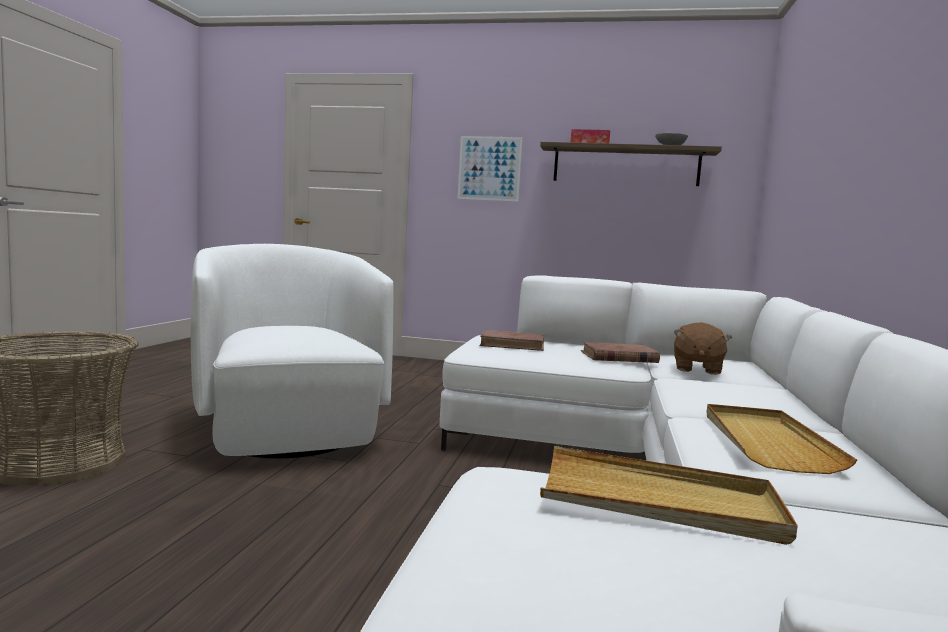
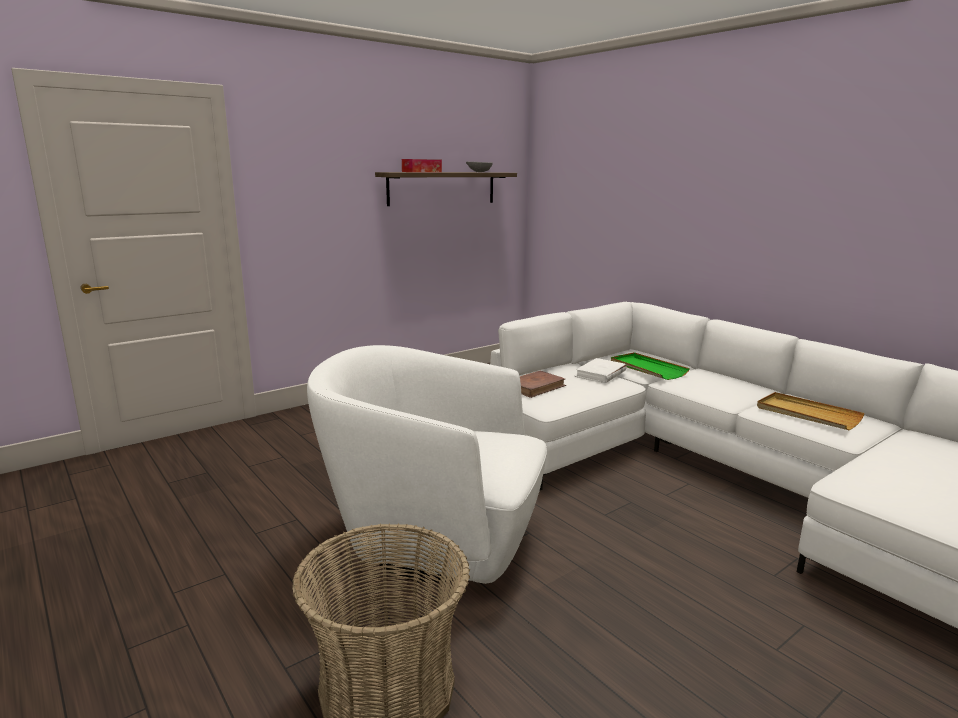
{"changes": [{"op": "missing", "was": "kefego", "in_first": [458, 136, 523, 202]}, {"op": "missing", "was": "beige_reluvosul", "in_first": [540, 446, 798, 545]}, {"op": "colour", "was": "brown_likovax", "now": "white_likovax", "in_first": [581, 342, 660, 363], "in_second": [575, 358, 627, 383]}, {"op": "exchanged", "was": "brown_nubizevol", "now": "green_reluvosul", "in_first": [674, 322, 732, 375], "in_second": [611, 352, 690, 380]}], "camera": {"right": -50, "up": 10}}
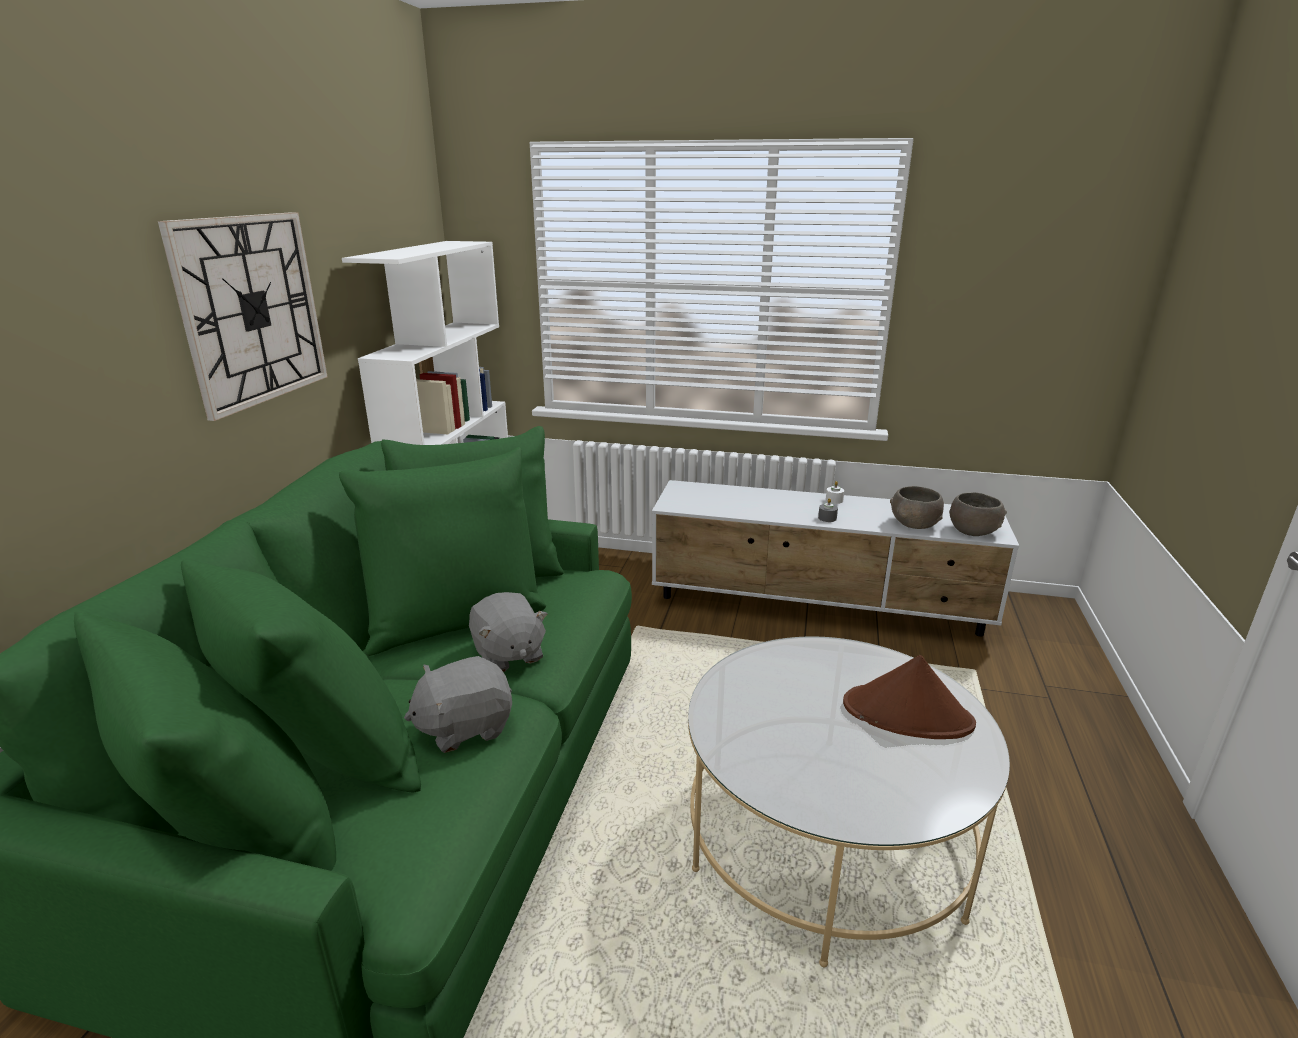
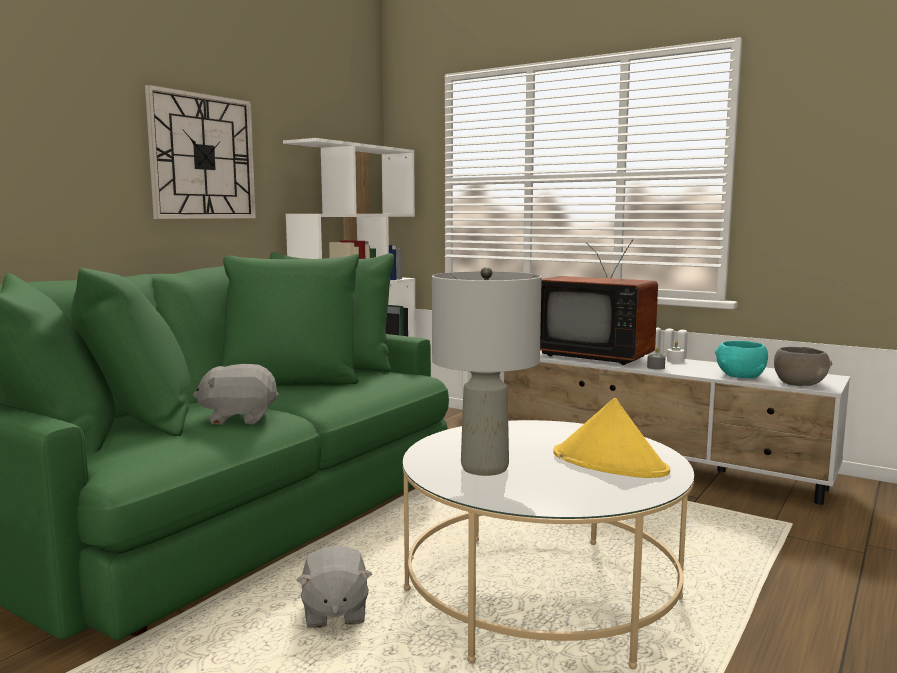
{"changes": [{"op": "relocated", "was": "grey_nubizevol", "in_first": [469, 592, 548, 672], "in_second": [296, 545, 372, 628]}, {"op": "colour", "was": "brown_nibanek", "now": "yellow_nibanek", "in_first": [843, 655, 976, 739], "in_second": [553, 398, 670, 478]}, {"op": "colour", "was": "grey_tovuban", "now": "turquoise_tovuban", "in_first": [890, 486, 944, 529], "in_second": [715, 341, 768, 378]}, {"op": "appeared", "now": "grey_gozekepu", "in_second": [432, 267, 542, 476]}, {"op": "appeared", "now": "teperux", "in_second": [540, 239, 658, 365]}], "camera": {"right": 20, "up": -15}}
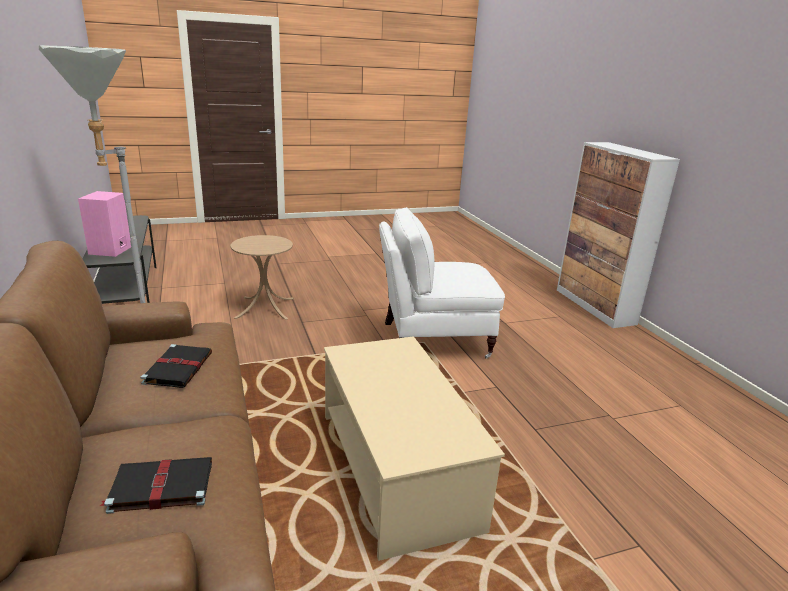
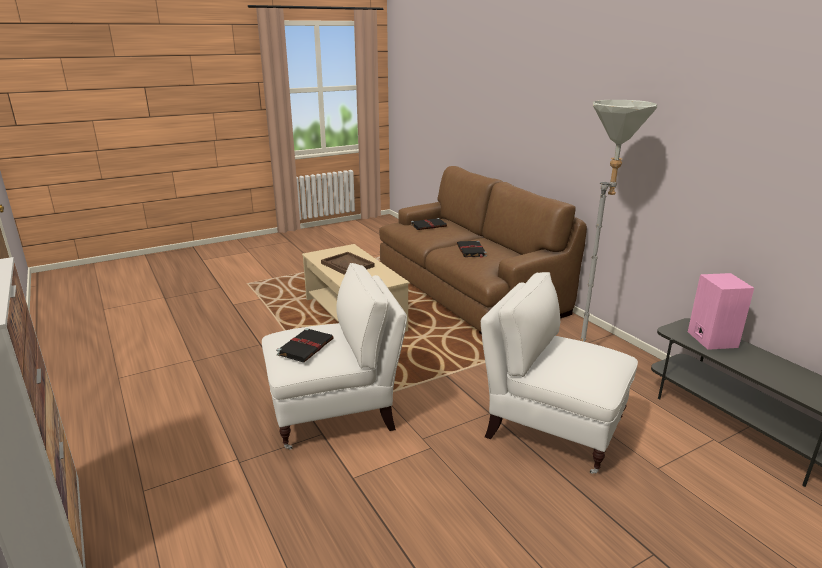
{"changes": [{"op": "exchanged", "was": "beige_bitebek", "now": "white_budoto", "in_first": [231, 235, 294, 320], "in_second": [481, 272, 638, 474]}, {"op": "appeared", "now": "black_likovax", "in_second": [276, 328, 334, 362]}, {"op": "appeared", "now": "brown_reluvosul", "in_second": [321, 252, 374, 275]}], "camera": {"right": 170, "up": 0}}
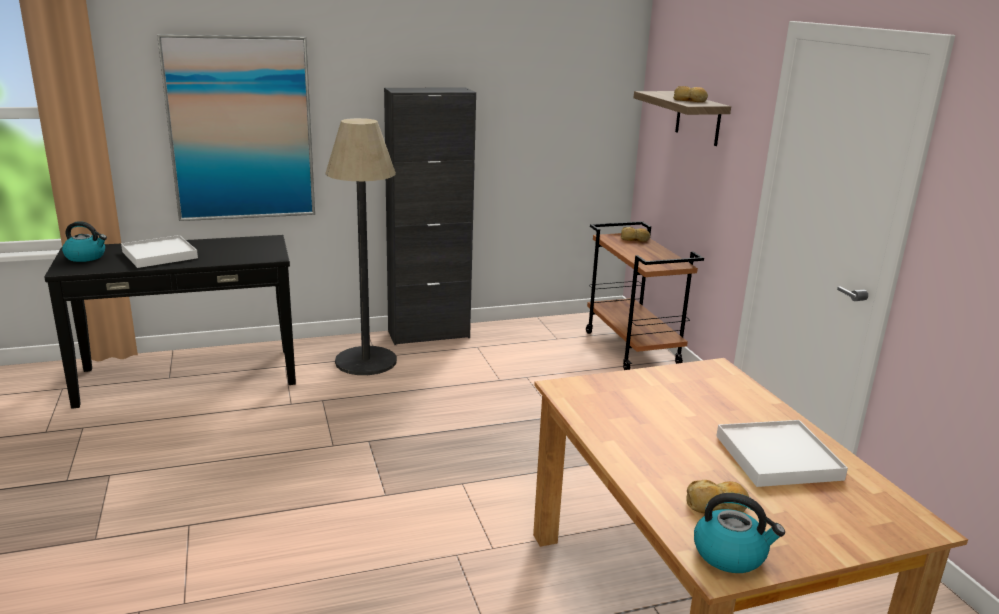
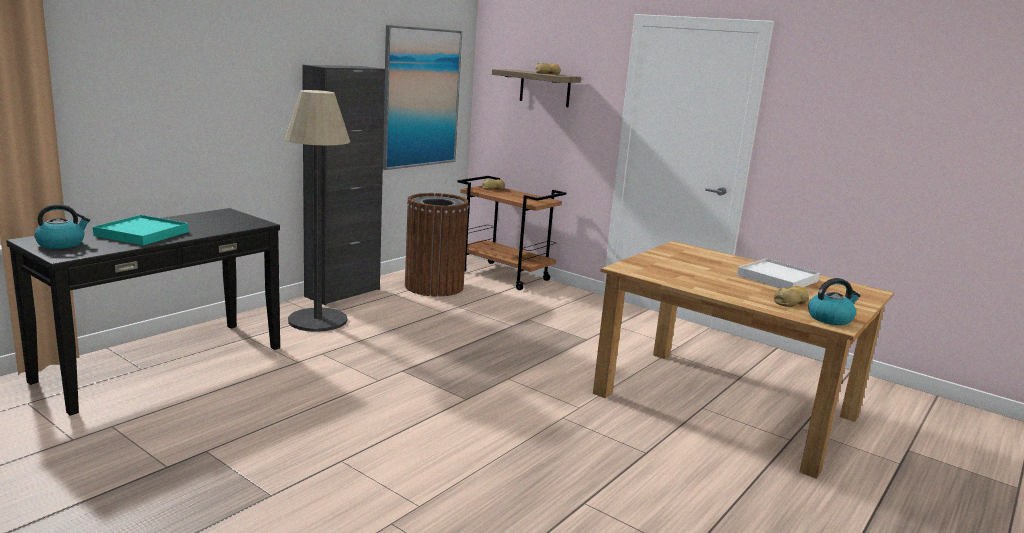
{"changes": [{"op": "colour", "was": "white_reluvosul", "now": "turquoise_reluvosul", "in_first": [121, 235, 198, 268], "in_second": [93, 215, 189, 245]}, {"op": "relocated", "was": "kefego", "in_first": [157, 34, 315, 221], "in_second": [383, 25, 462, 170]}, {"op": "appeared", "now": "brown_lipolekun", "in_second": [405, 193, 469, 297]}], "camera": {"right": -35, "up": -5}}
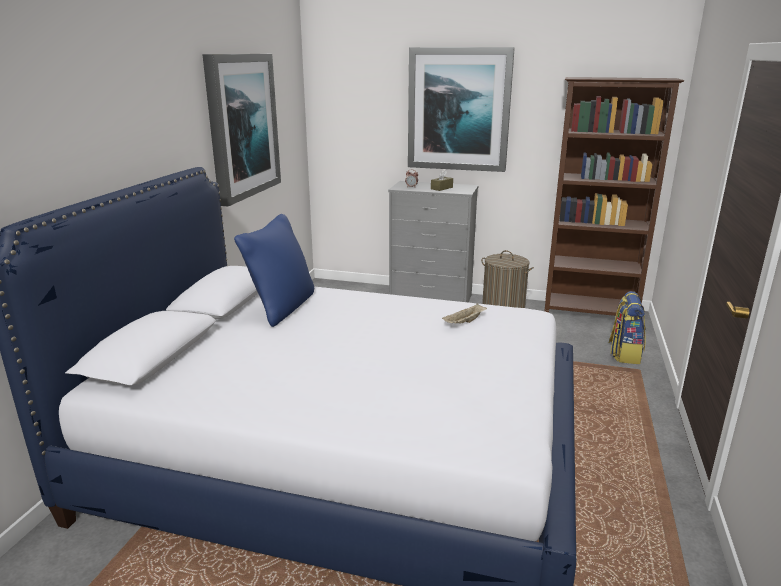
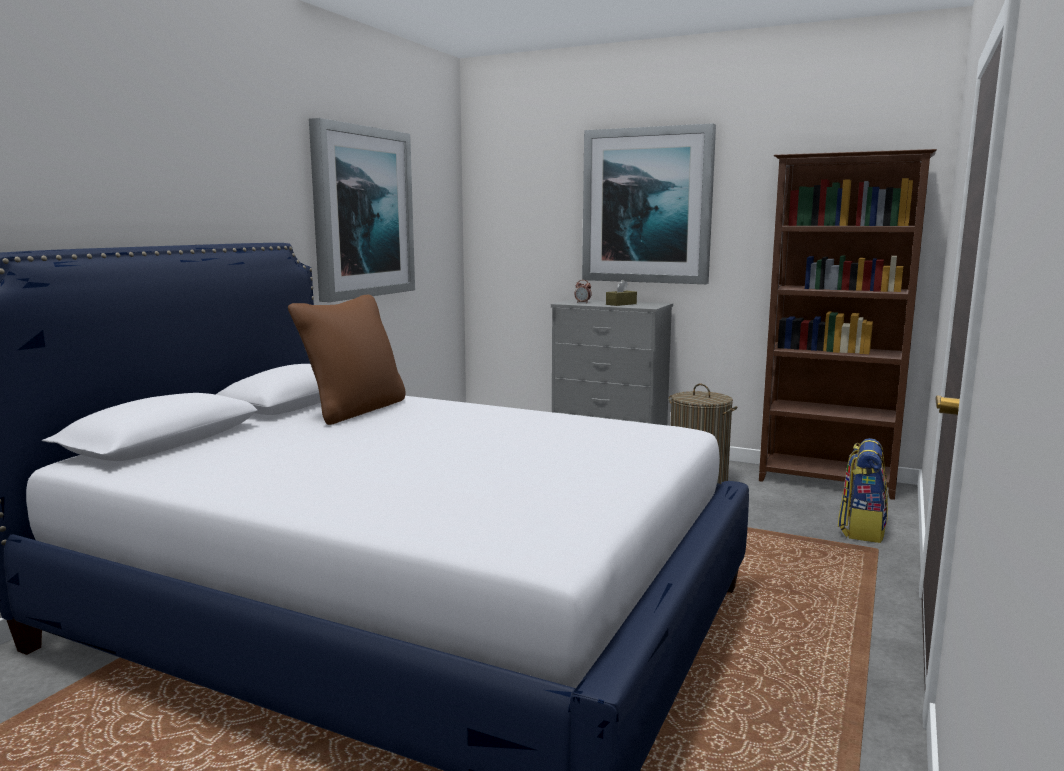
{"changes": [{"op": "colour", "was": "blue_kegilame", "now": "brown_kegilame", "in_first": [234, 214, 314, 327], "in_second": [288, 295, 406, 425]}, {"op": "missing", "was": "beige_reluvosul", "in_first": [442, 303, 487, 324]}], "camera": {"right": 10, "up": -10}}
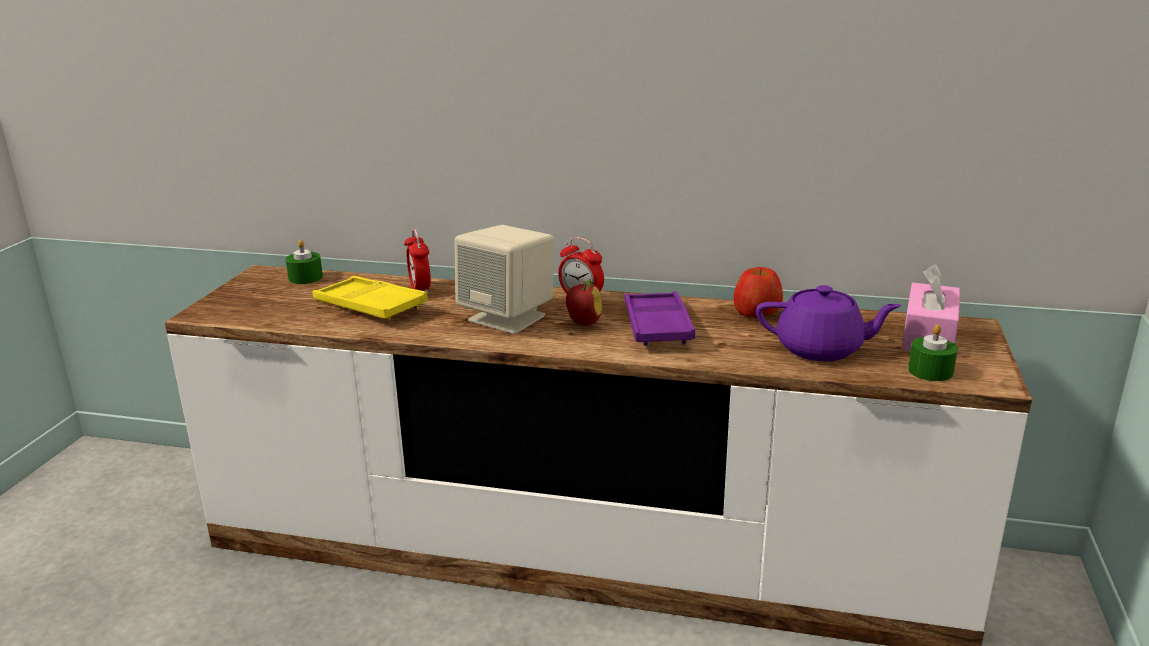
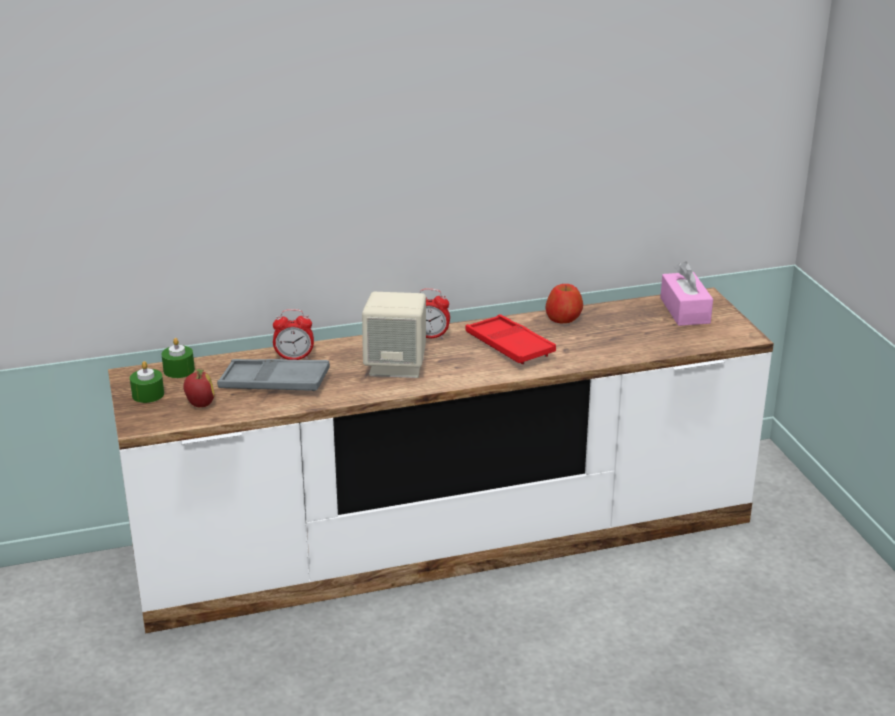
{"changes": [{"op": "colour", "was": "yellow_reluvosul", "now": "grey_reluvosul", "in_first": [312, 276, 428, 320], "in_second": [217, 359, 330, 391]}, {"op": "spun", "was": "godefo", "in_first": [404, 229, 431, 295], "in_second": [273, 309, 314, 360], "clockwise": -45}, {"op": "relocated", "was": "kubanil", "in_first": [566, 280, 602, 326], "in_second": [183, 369, 215, 407]}, {"op": "colour", "was": "purple_reluvosul", "now": "red_reluvosul", "in_first": [625, 291, 695, 346], "in_second": [465, 314, 556, 364]}, {"op": "missing", "was": "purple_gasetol", "in_first": [756, 285, 902, 361]}, {"op": "relocated", "was": "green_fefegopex", "in_first": [908, 324, 958, 381], "in_second": [130, 361, 164, 403]}], "camera": {"right": -30, "up": 5}}
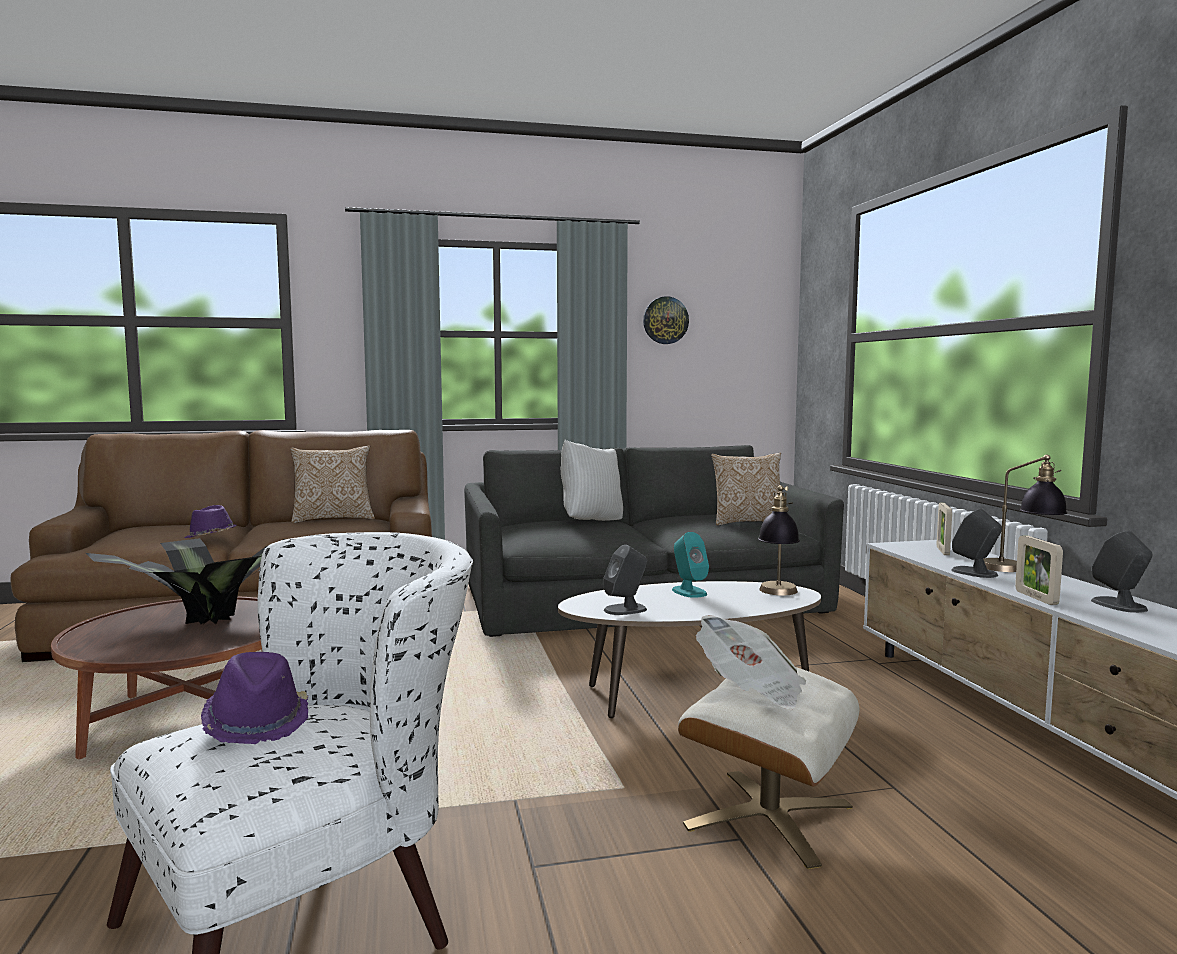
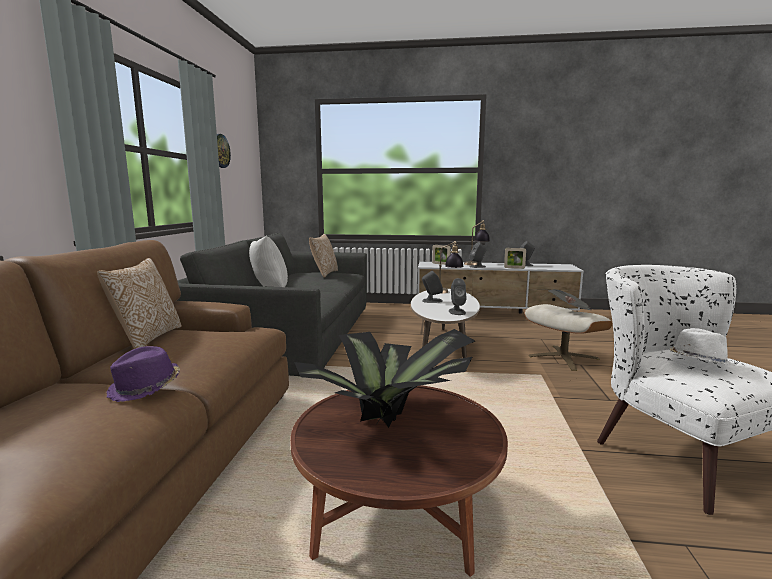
{"changes": [{"op": "colour", "was": "purple_nibanek", "now": "white_nibanek", "in_first": [201, 652, 308, 744], "in_second": [670, 328, 735, 366]}, {"op": "colour", "was": "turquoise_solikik", "now": "grey_solikik", "in_first": [672, 532, 709, 598], "in_second": [422, 271, 443, 303]}], "camera": {"right": -70, "up": 5}}
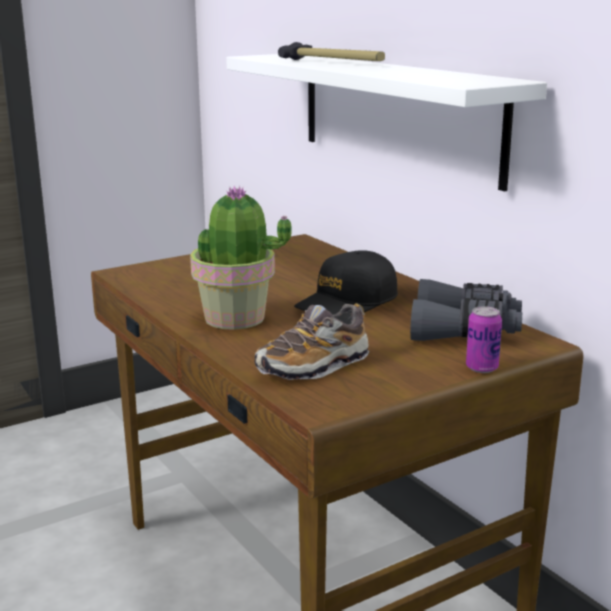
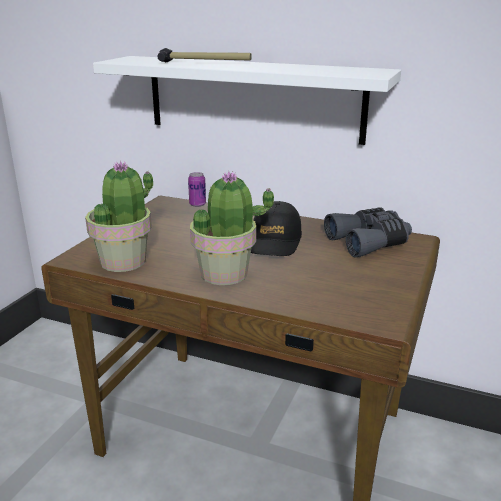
{"changes": [{"op": "missing", "was": "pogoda", "in_first": [255, 303, 369, 380]}, {"op": "relocated", "was": "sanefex", "in_first": [466, 306, 502, 373], "in_second": [188, 172, 206, 207]}, {"op": "appeared", "now": "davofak", "in_second": [85, 160, 153, 272]}], "camera": {"right": -35, "up": 5}}
